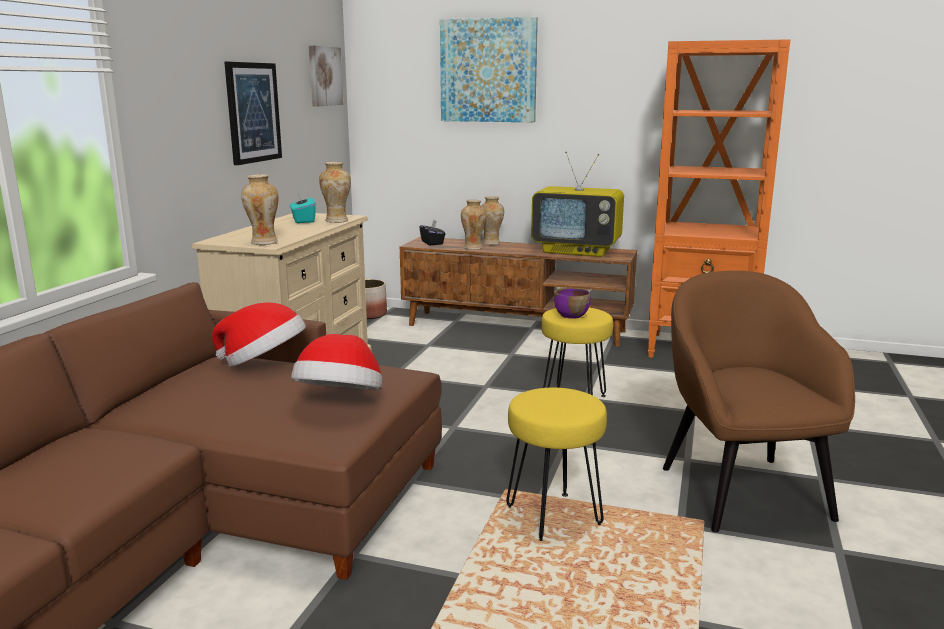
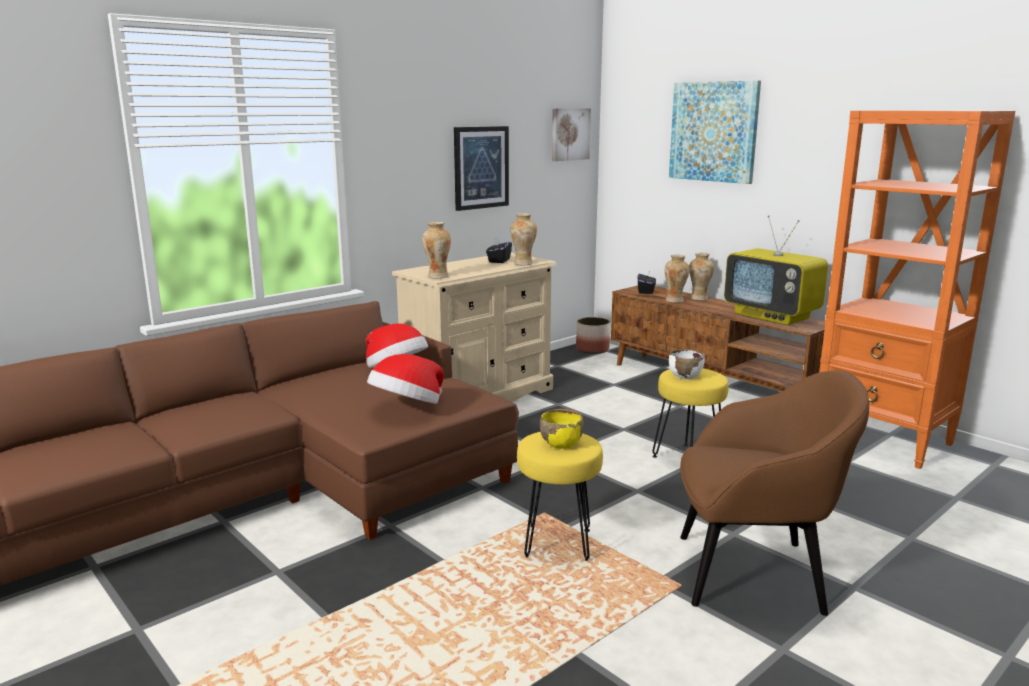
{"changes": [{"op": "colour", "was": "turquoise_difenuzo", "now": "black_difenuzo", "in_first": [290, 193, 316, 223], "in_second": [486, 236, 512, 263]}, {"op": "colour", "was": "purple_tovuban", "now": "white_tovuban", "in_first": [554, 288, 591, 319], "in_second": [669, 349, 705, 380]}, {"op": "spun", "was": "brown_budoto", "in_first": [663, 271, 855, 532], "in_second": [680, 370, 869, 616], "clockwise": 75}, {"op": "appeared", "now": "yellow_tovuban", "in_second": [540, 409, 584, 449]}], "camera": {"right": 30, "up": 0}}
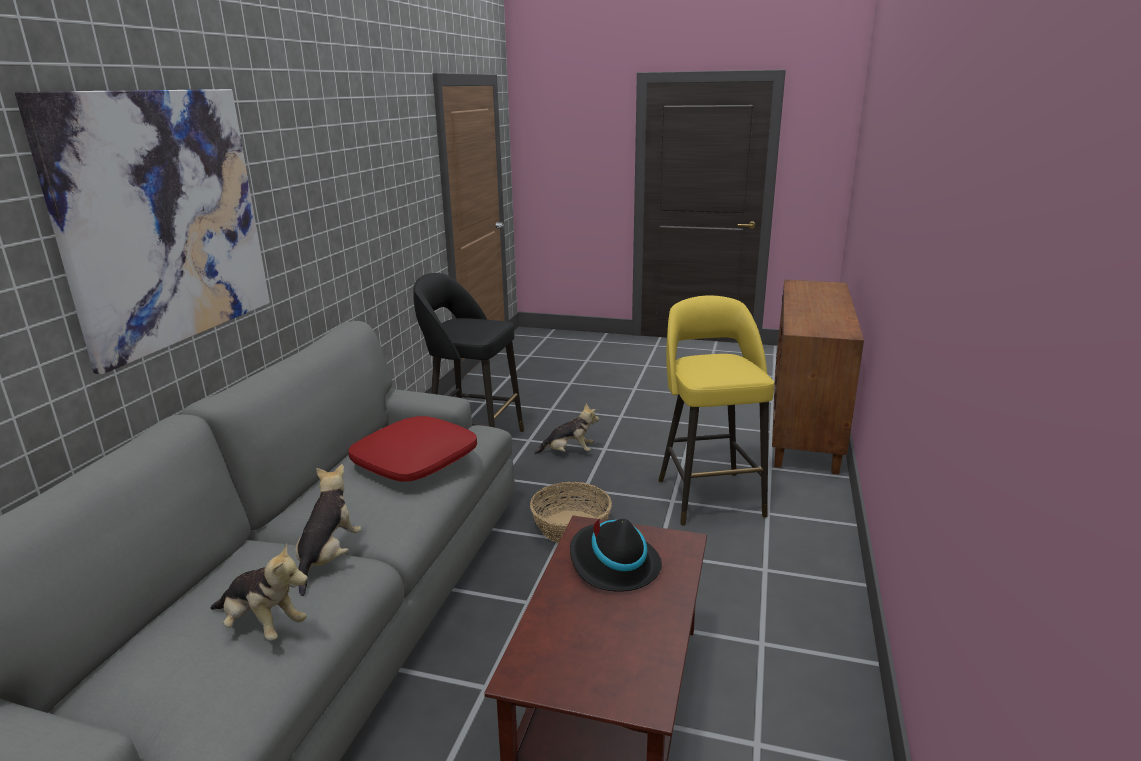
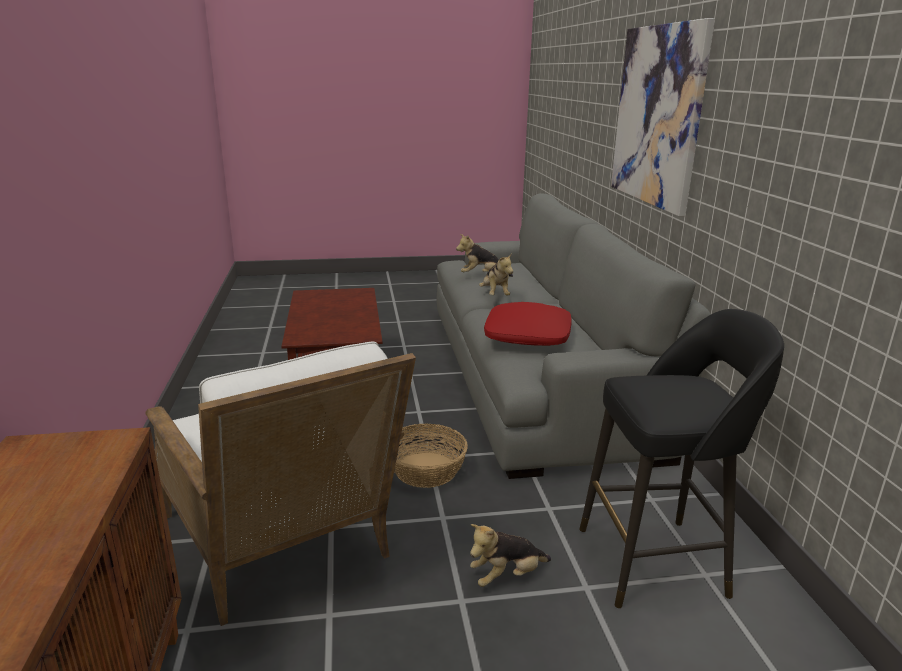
{"changes": [{"op": "missing", "was": "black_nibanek", "in_first": [570, 518, 662, 592]}, {"op": "exchanged", "was": "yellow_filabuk", "now": "white_budoto", "in_first": [658, 295, 774, 526], "in_second": [145, 341, 416, 626]}], "camera": {"right": 155, "up": 0}}
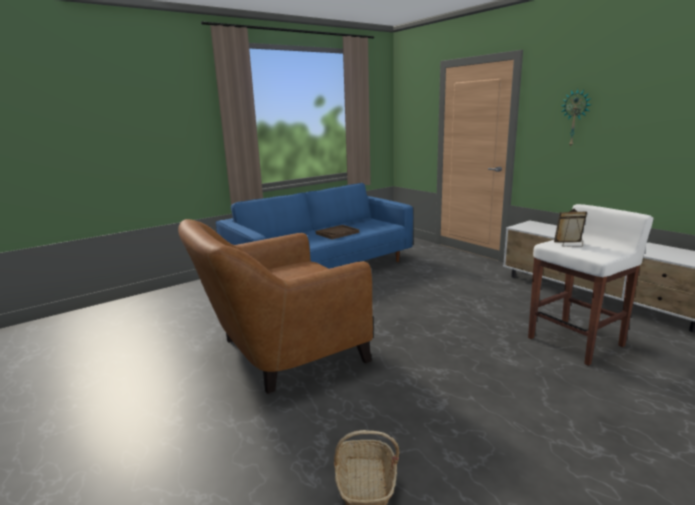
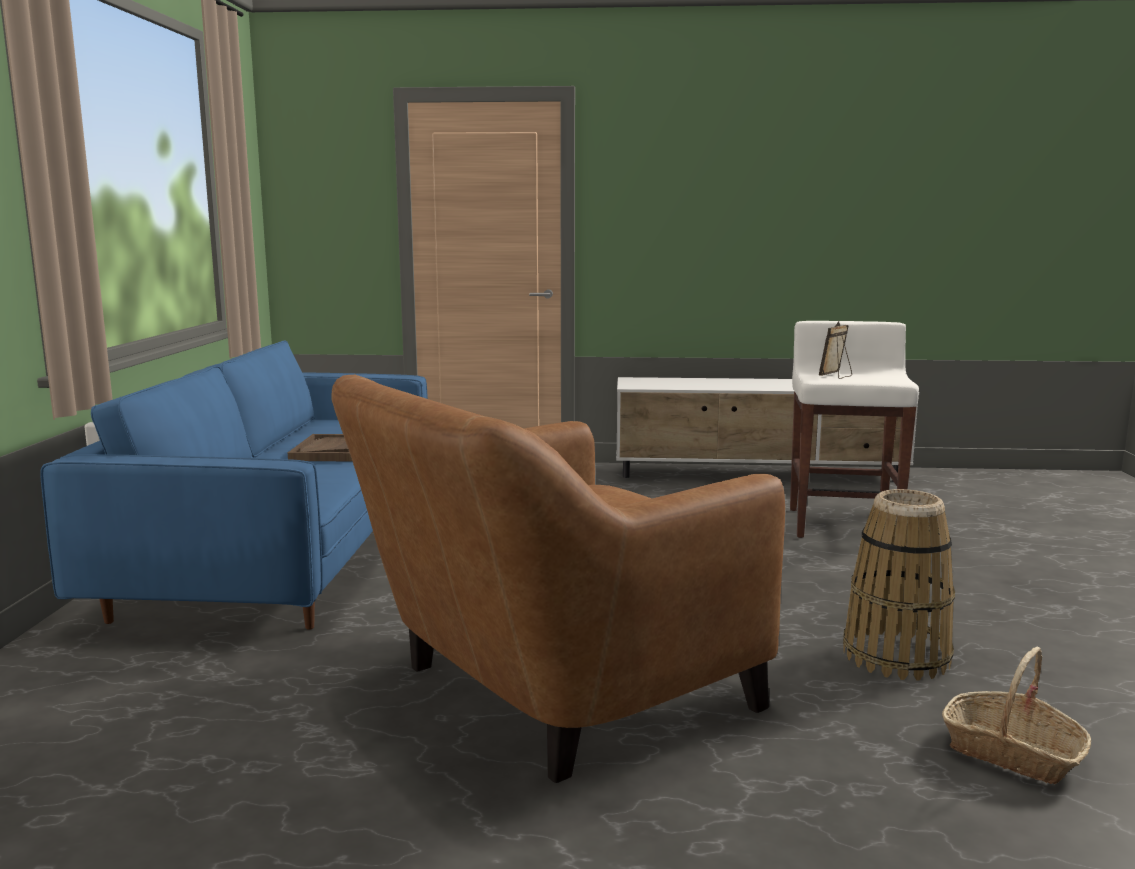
{"changes": [{"op": "spun", "was": "brown_budoto", "in_first": [178, 219, 373, 394], "in_second": [331, 375, 785, 783], "clockwise": 45}, {"op": "missing", "was": "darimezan", "in_first": [561, 89, 591, 146]}, {"op": "appeared", "now": "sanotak", "in_second": [843, 489, 955, 681]}], "camera": {"right": -50, "up": -5}}
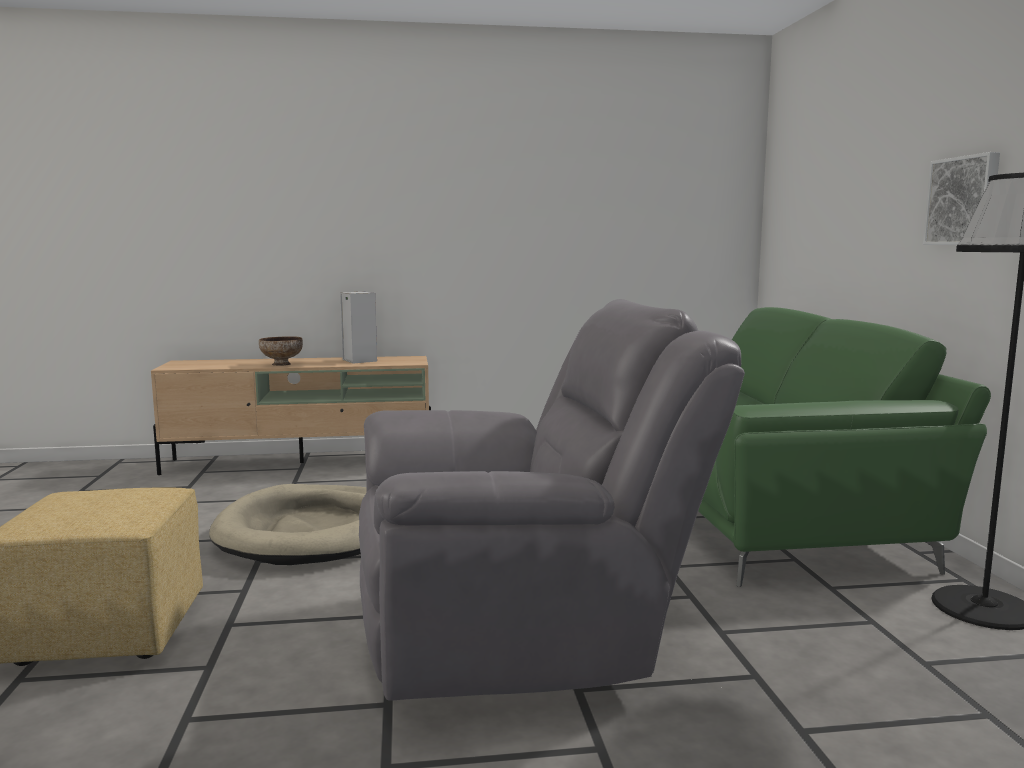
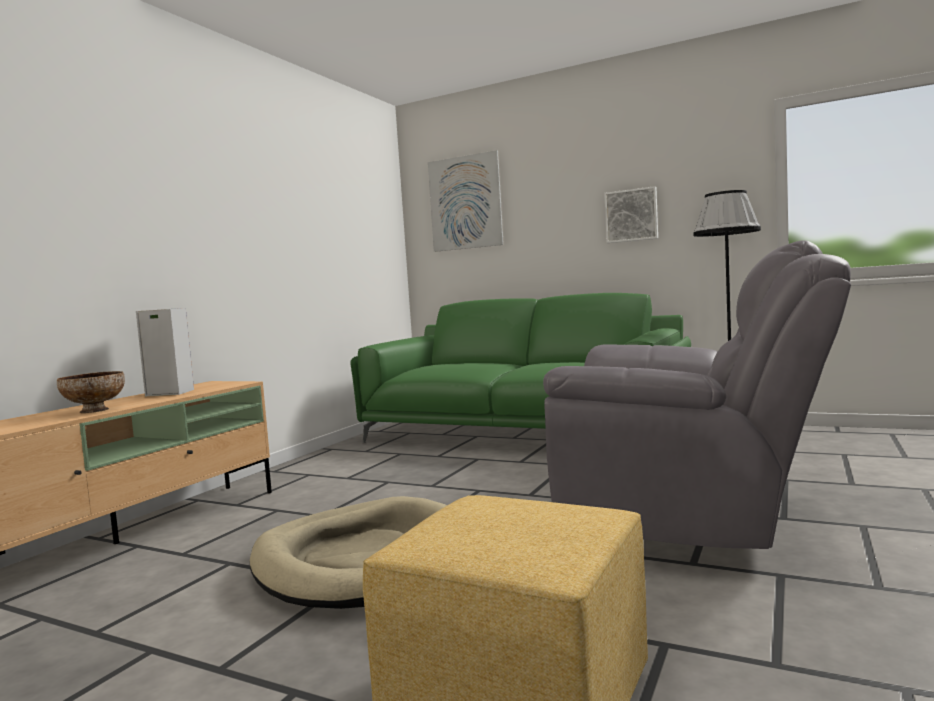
{"changes": [{"op": "spun", "was": "grey_budoto", "in_first": [359, 299, 745, 701], "in_second": [543, 240, 851, 549], "clockwise": 90}, {"op": "appeared", "now": "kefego", "in_second": [428, 150, 504, 252]}], "camera": {"right": -55, "up": -5}}
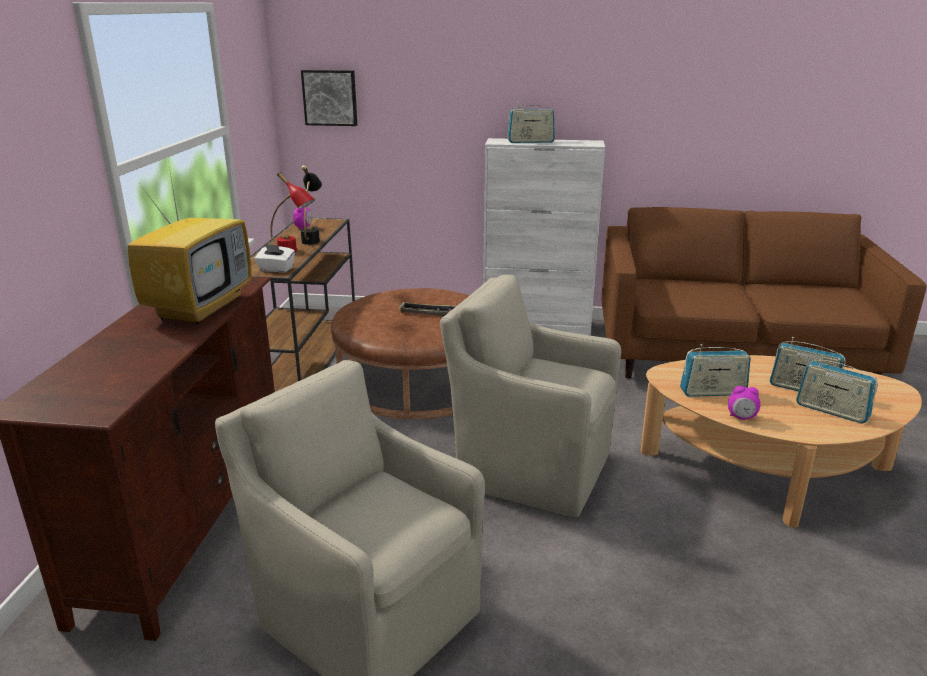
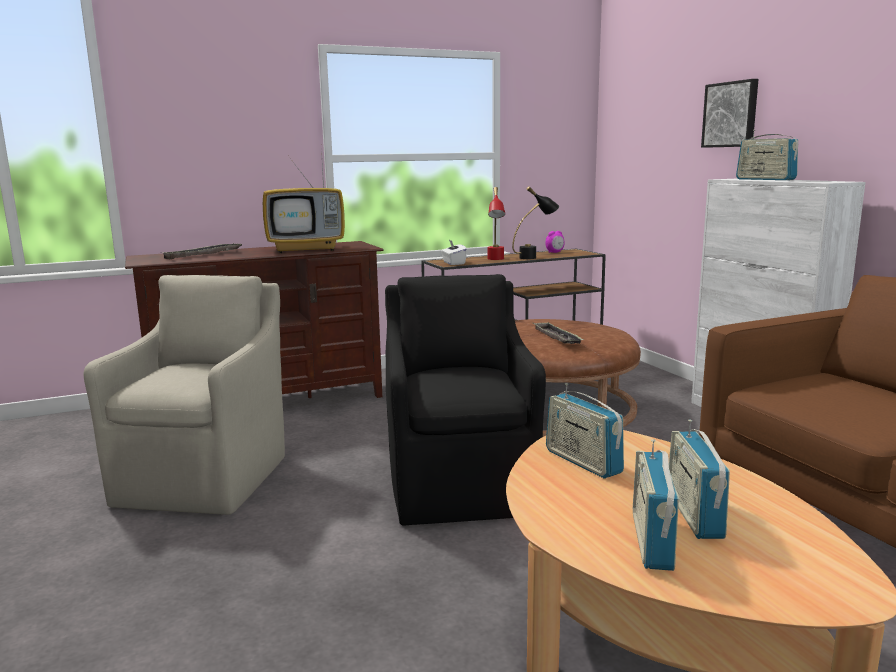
{"changes": [{"op": "relocated", "was": "kefego", "in_first": [301, 70, 357, 126], "in_second": [701, 79, 758, 148]}, {"op": "colour", "was": "beige_budoto", "now": "black_budoto", "in_first": [440, 275, 621, 517], "in_second": [385, 274, 546, 525]}, {"op": "missing", "was": "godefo", "in_first": [728, 386, 761, 420]}, {"op": "appeared", "now": "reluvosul", "in_second": [161, 243, 242, 259]}], "camera": {"right": 60, "up": -10}}
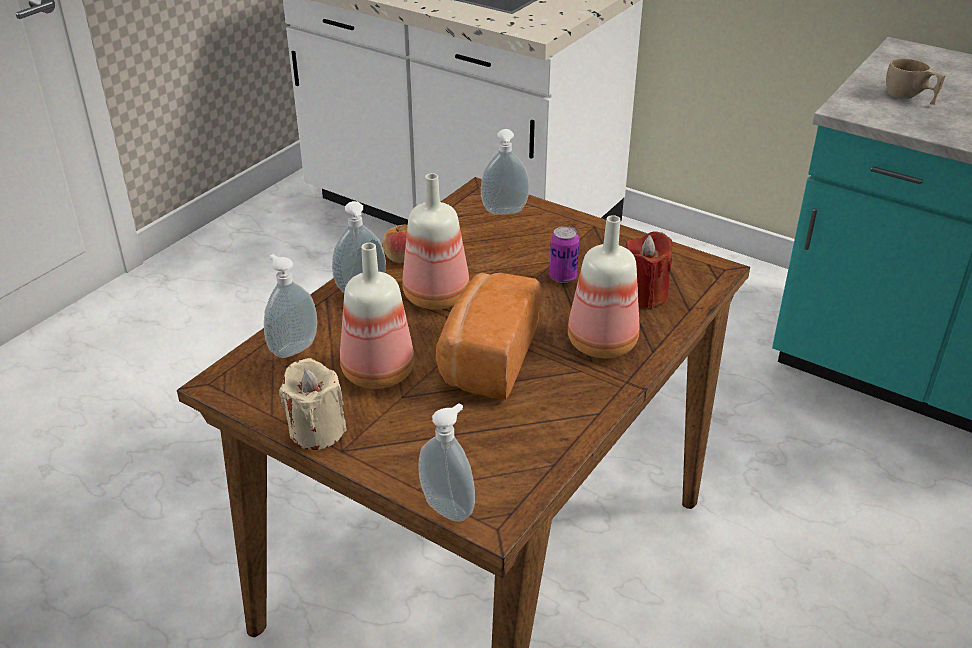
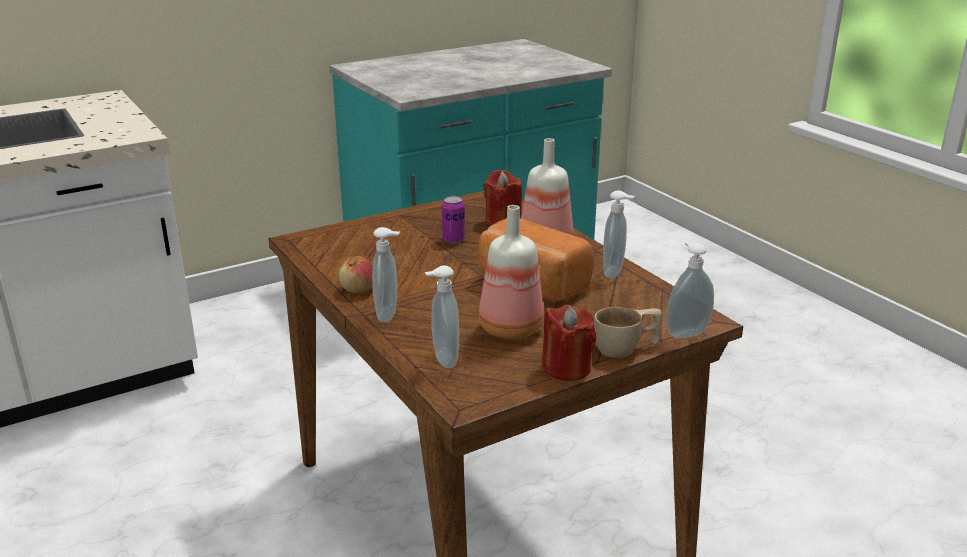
{"changes": [{"op": "colour", "was": "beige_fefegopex", "now": "red_fefegopex", "in_first": [279, 358, 347, 450], "in_second": [542, 305, 596, 381]}, {"op": "missing", "was": "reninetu", "in_first": [402, 173, 469, 310]}, {"op": "relocated", "was": "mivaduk", "in_first": [481, 129, 529, 215], "in_second": [603, 190, 634, 278]}, {"op": "relocated", "was": "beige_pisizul", "in_first": [886, 59, 946, 105], "in_second": [594, 307, 662, 358]}], "camera": {"right": -65, "up": -10}}
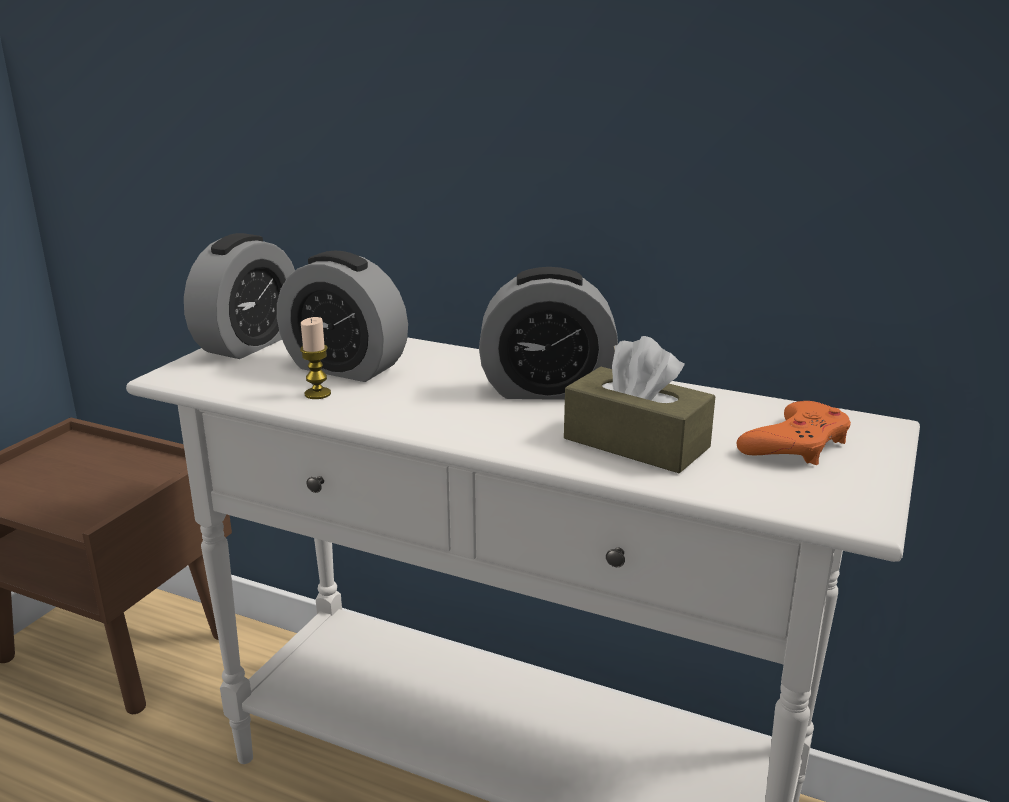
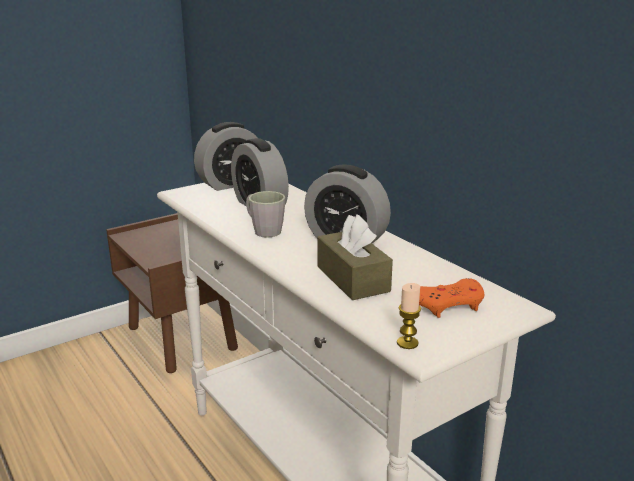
{"changes": [{"op": "relocated", "was": "fefegopex", "in_first": [300, 317, 331, 399], "in_second": [397, 283, 421, 349]}, {"op": "appeared", "now": "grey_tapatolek", "in_second": [246, 191, 285, 238]}], "camera": {"right": 30, "up": 0}}
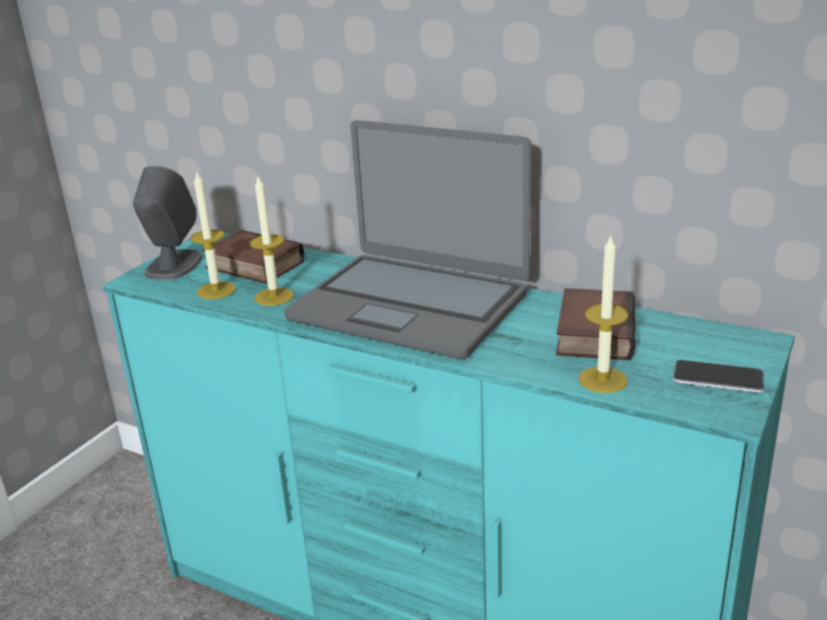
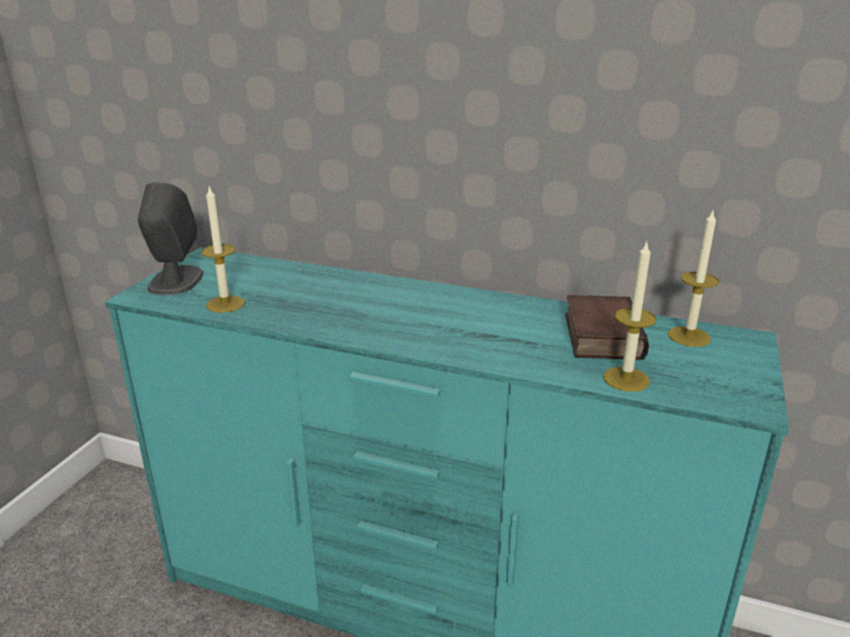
{"changes": [{"op": "missing", "was": "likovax", "in_first": [202, 230, 304, 284]}, {"op": "relocated", "was": "fefegopex", "in_first": [250, 177, 294, 306], "in_second": [668, 211, 719, 347]}, {"op": "missing", "was": "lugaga", "in_first": [284, 120, 532, 359]}, {"op": "missing", "was": "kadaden", "in_first": [673, 360, 764, 393]}], "camera": {"right": -10, "up": 0}}
